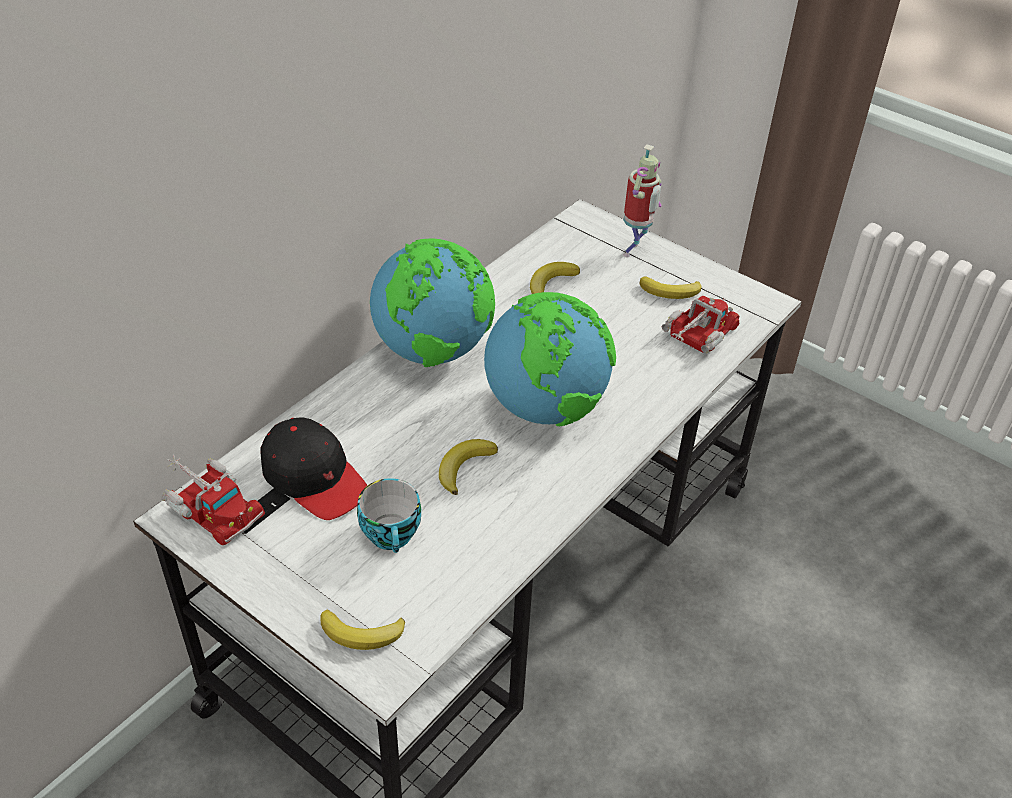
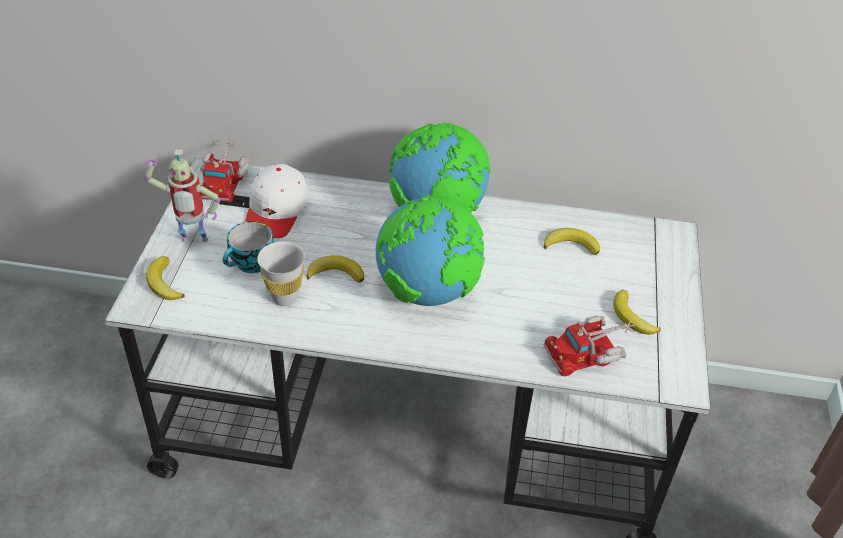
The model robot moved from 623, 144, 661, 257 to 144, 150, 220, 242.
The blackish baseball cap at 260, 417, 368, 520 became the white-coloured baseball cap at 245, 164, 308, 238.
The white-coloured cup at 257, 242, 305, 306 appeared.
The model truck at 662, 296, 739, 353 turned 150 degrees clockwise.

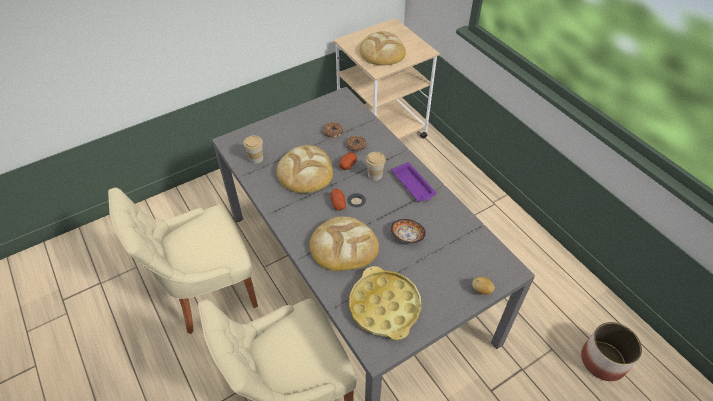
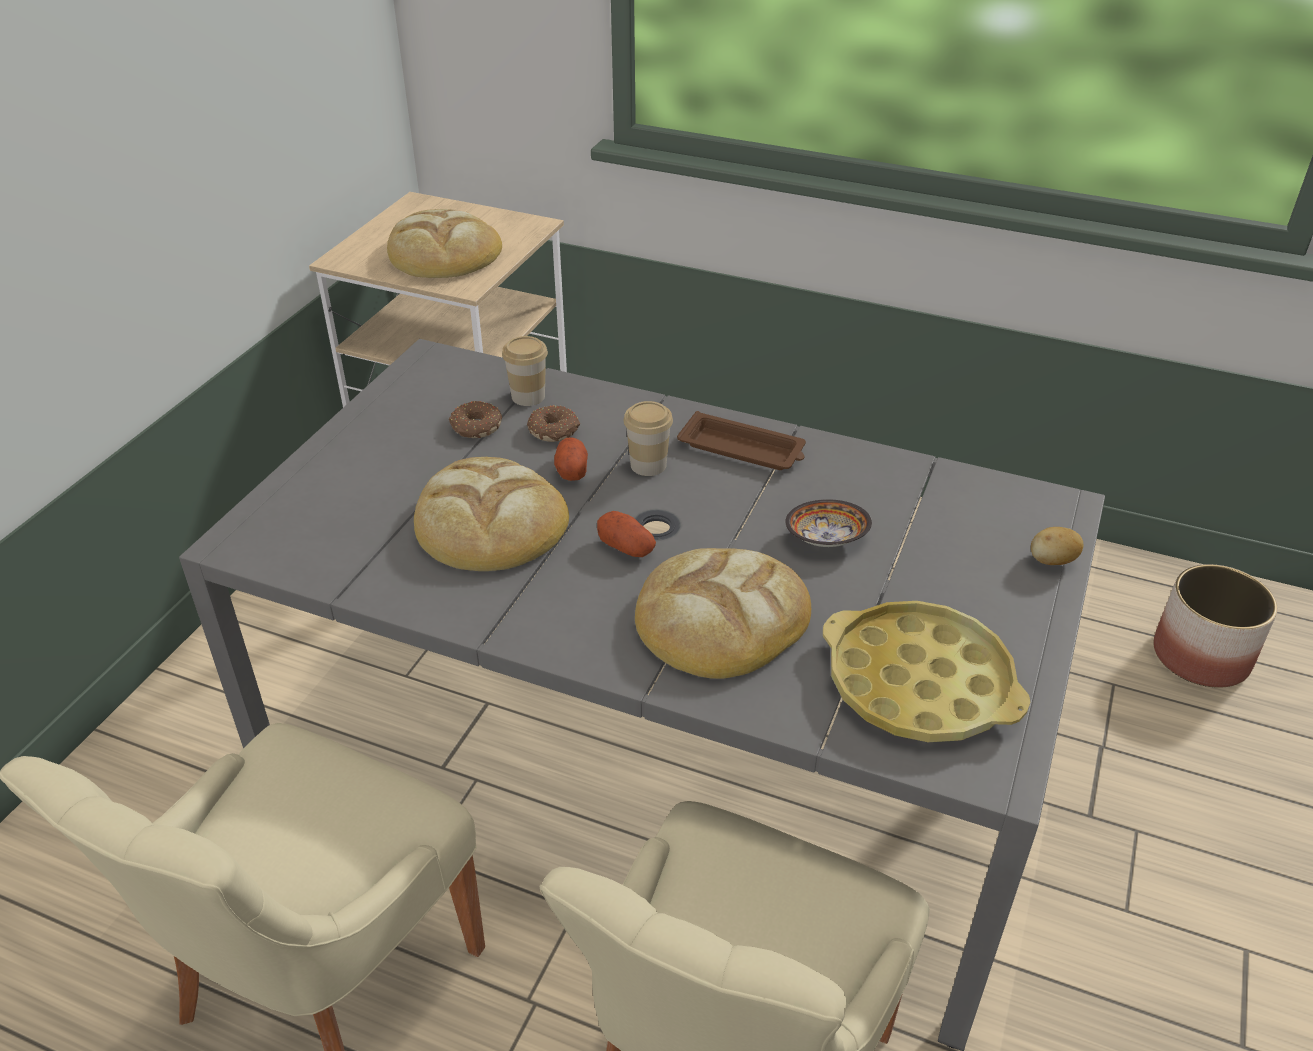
The cup moved from 243, 135, 263, 164 to 502, 336, 548, 406.
The purple serving tray at 392, 162, 436, 202 became the brown-coloured serving tray at 677, 411, 806, 470.

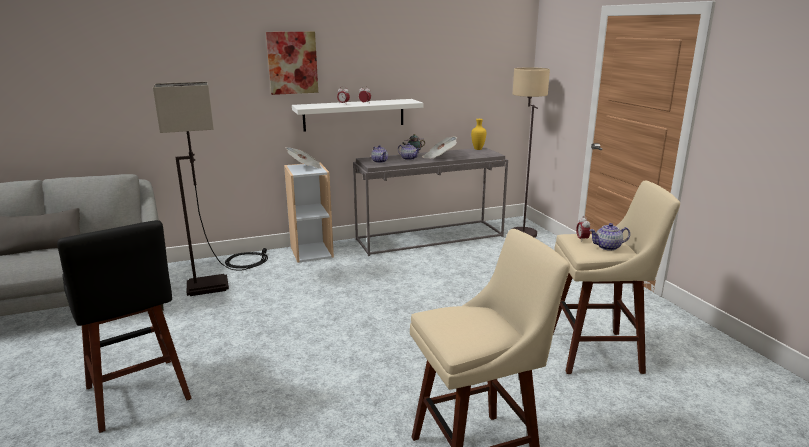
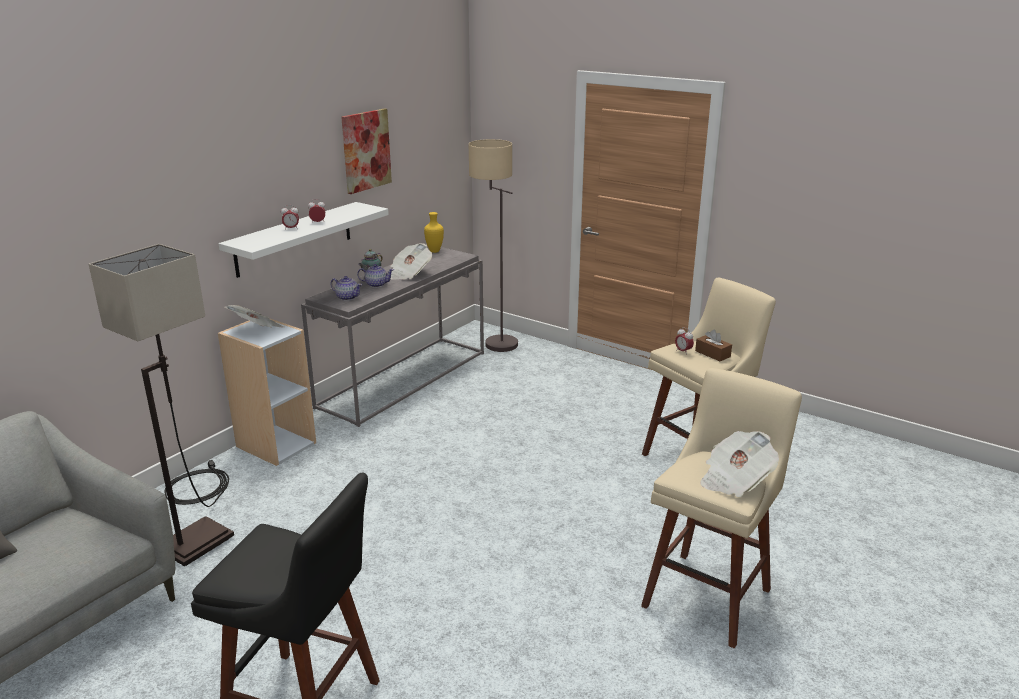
The wall art moved from 266, 32, 318, 95 to 341, 108, 392, 194.
The pot for tea at 589, 223, 630, 251 was replaced by the brown-coloured tissue holder at 695, 329, 732, 361.
The newspaper at 700, 431, 779, 497 appeared.

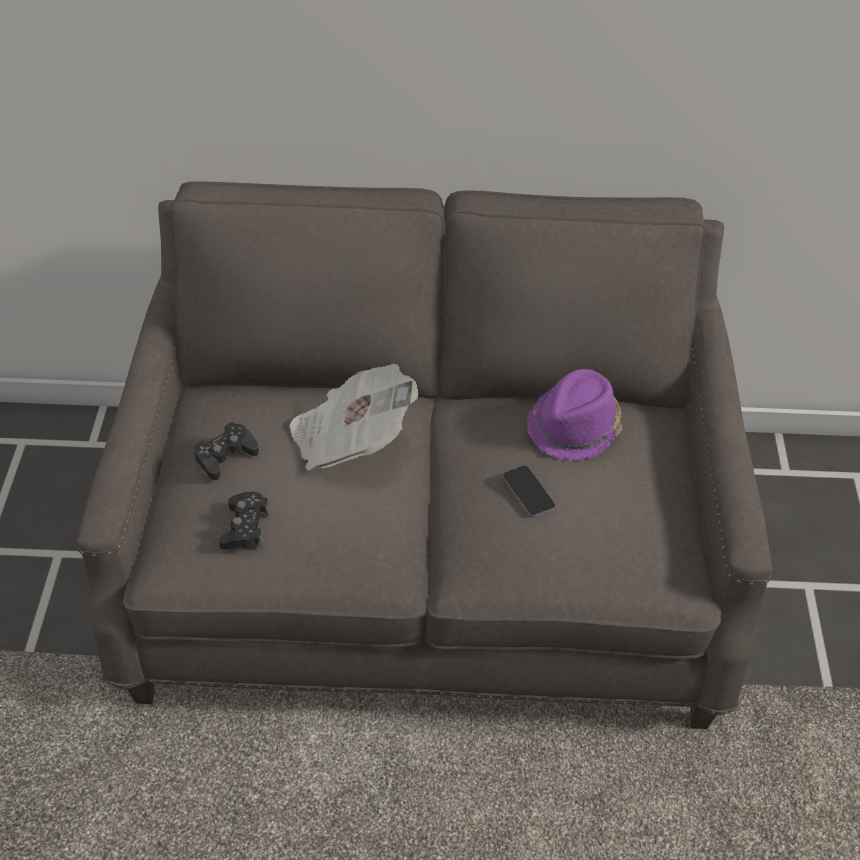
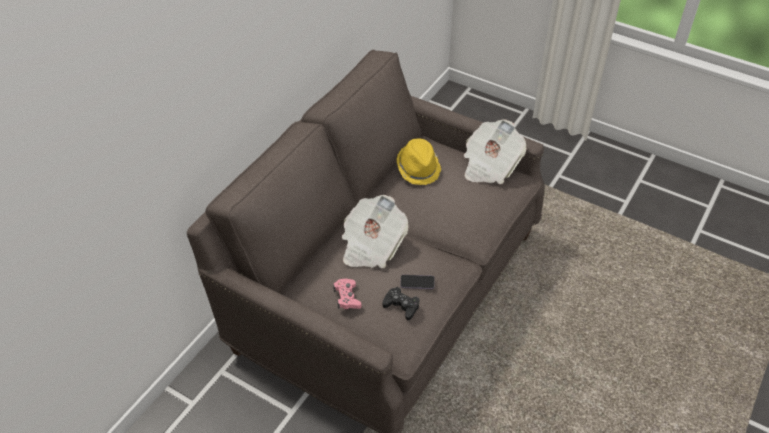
The blackish gamepad at 193, 422, 259, 480 became the pink-coloured gamepad at 333, 279, 361, 309.
The purple wearable hat at 527, 369, 623, 462 became the yellow-coloured wearable hat at 397, 138, 441, 185.
The phone moved from 502, 465, 556, 517 to 400, 275, 435, 289.
The newspaper at 464, 119, 527, 184 appeared.

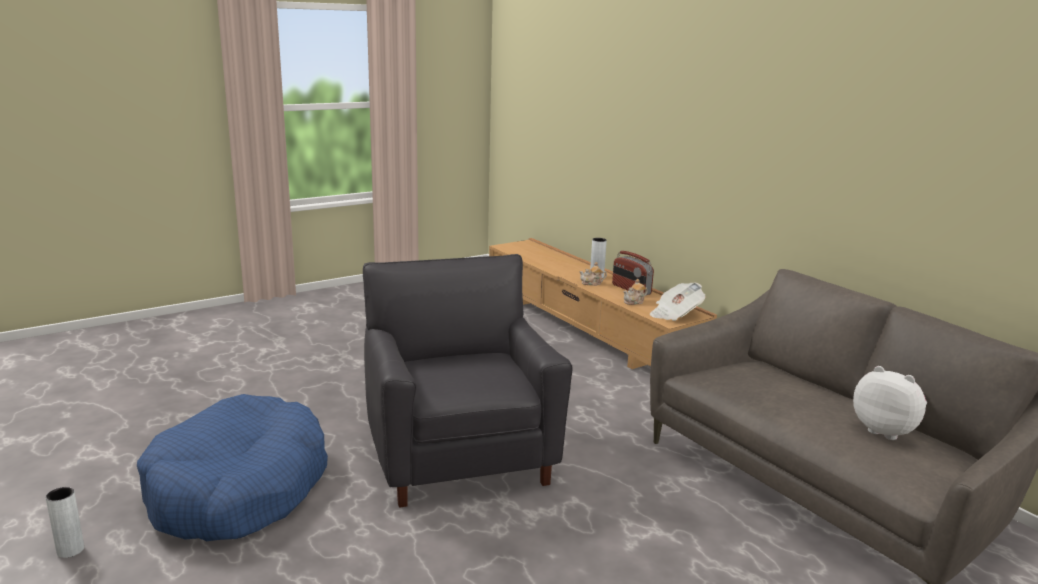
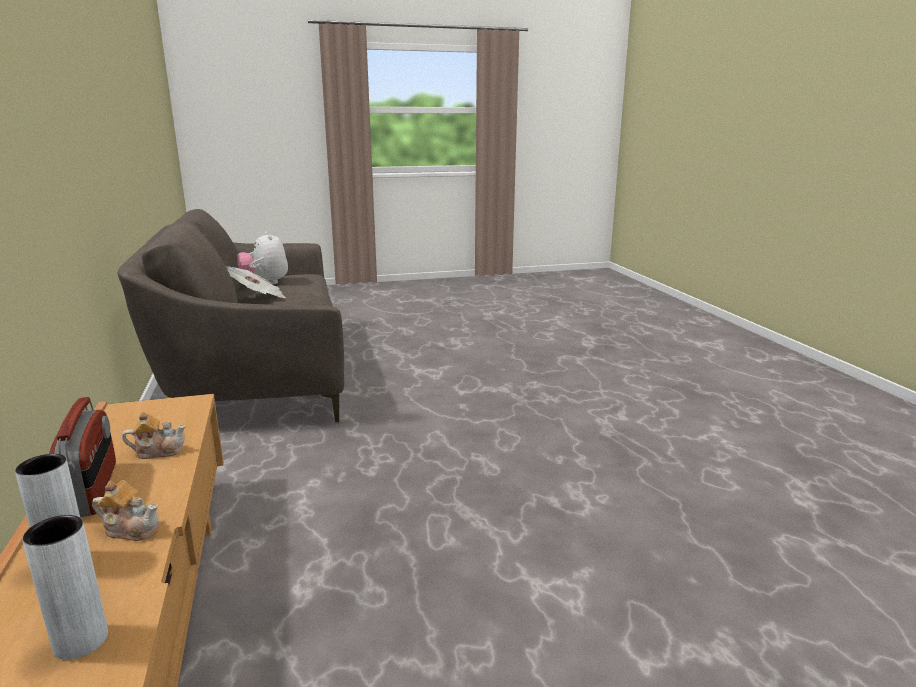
The greyish flower vase moved from 46, 487, 84, 558 to 22, 515, 108, 660.
The newspaper moved from 650, 283, 705, 321 to 226, 266, 286, 298.
The blue-coloured pet bed at 137, 394, 328, 541 disappeared.
The blackish lounge chair at 363, 254, 572, 508 disappeared.

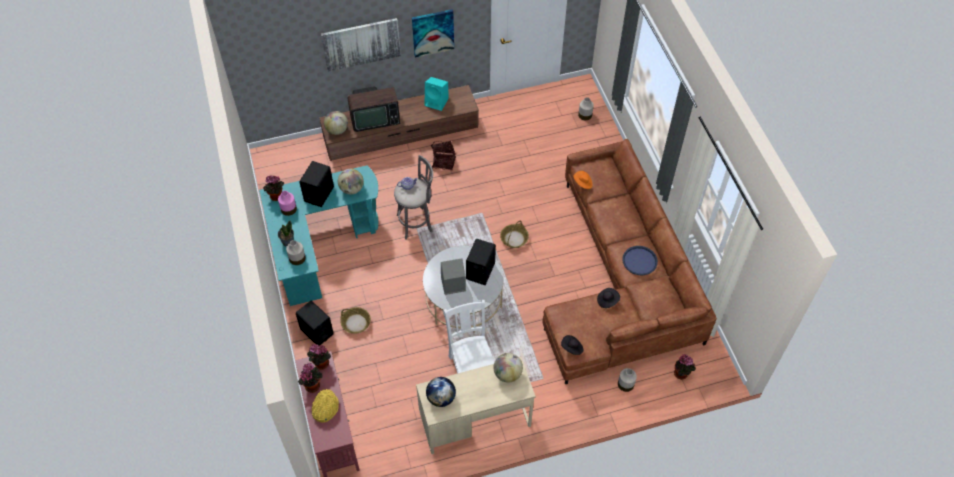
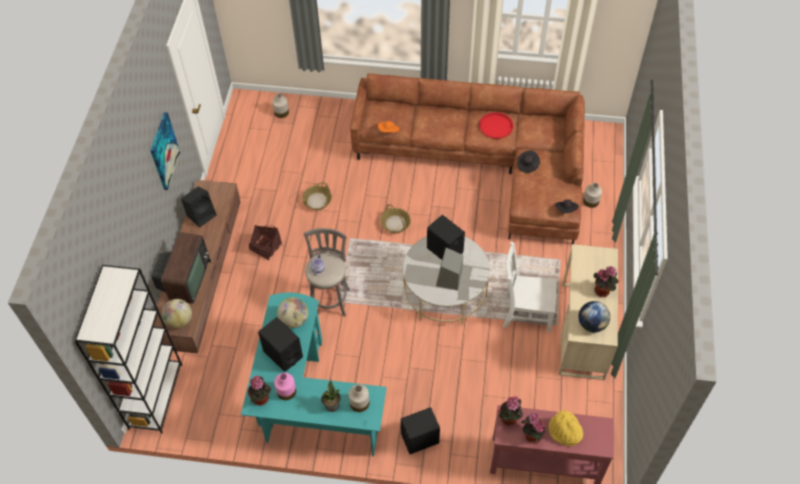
The white-coloured bookshelf at 74, 265, 182, 434 appeared.
The turquoise-coloured audio speaker at 425, 77, 449, 111 became the blackish audio speaker at 181, 186, 217, 228.
The household basket moved from 340, 307, 371, 334 to 302, 182, 332, 210.
The blue-coloured serving tray at 622, 246, 658, 275 became the reddish serving tray at 479, 112, 514, 139.
The potted plant moved from 674, 354, 696, 380 to 593, 266, 619, 297.
The wall art at 321, 18, 401, 72 disappeared.
The desk globe at 493, 353, 523, 382 disappeared.

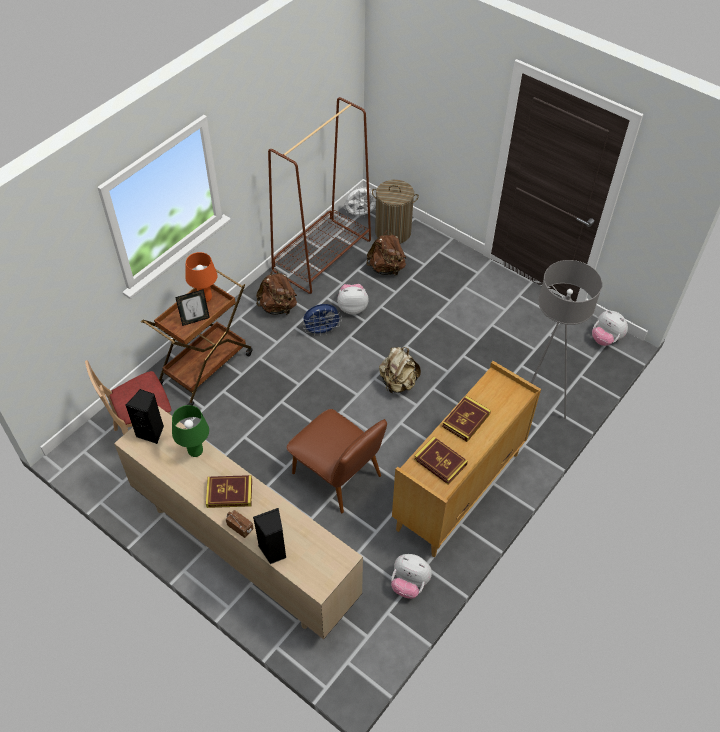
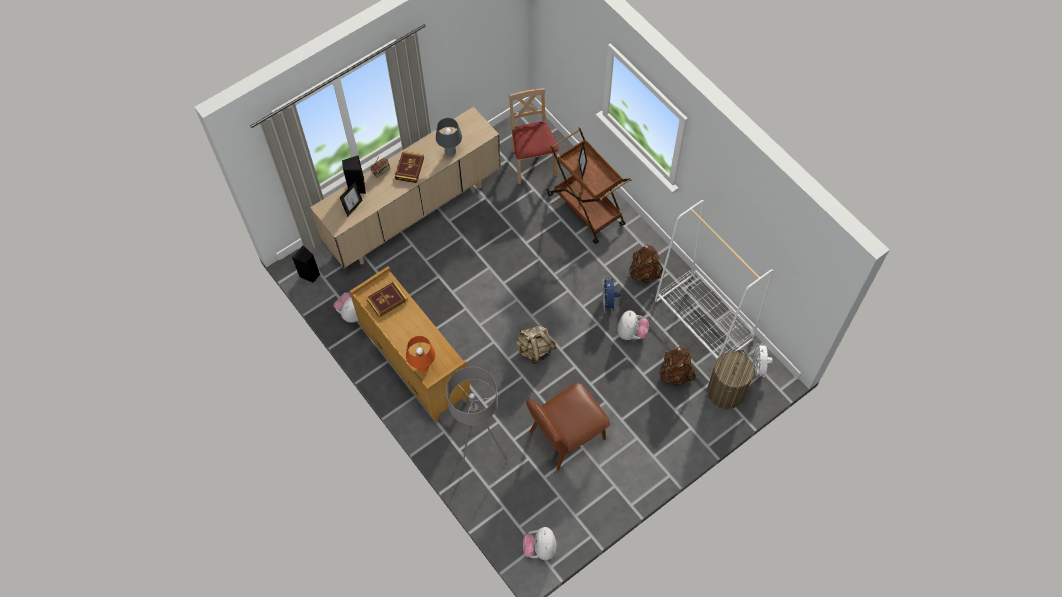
The blackish audio speaker moved from 126, 389, 164, 444 to 292, 245, 320, 283.
The picture frame at 340, 182, 363, 217 appeared.
The orange-coloured tabletop lamp moved from 185, 252, 218, 302 to 406, 336, 435, 372.
The green tabletop lamp at 172, 405, 209, 457 became the greyish tabletop lamp at 436, 118, 462, 156.
The cuddly toy at 592, 310, 628, 346 turned 60 degrees counterclockwise.
The brown-coloured plain chair moved from 287, 409, 387, 513 to 526, 382, 610, 470.
The brown-coloured clothes rack at 268, 97, 371, 294 became the white-coloured clothes rack at 655, 200, 773, 359.
The bound book at 442, 396, 491, 442 disappeared.

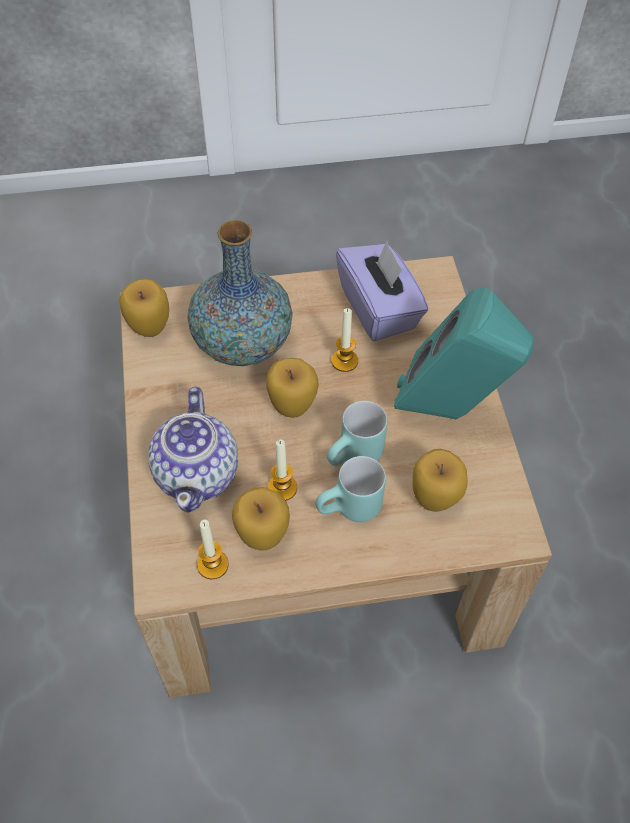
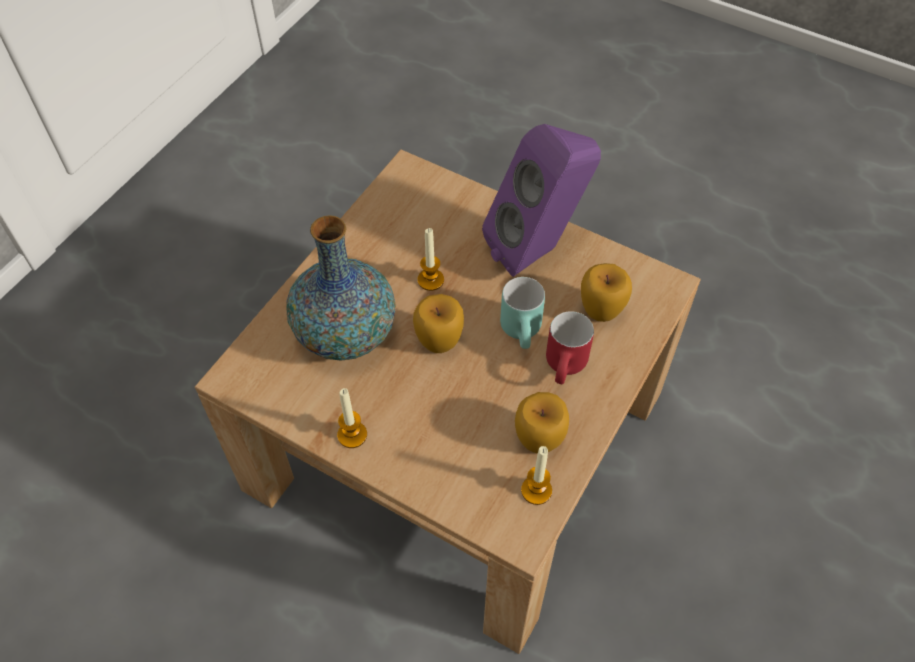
The wax light moved from 268, 440, 297, 501 to 337, 388, 367, 448.
The turquoise-coloured audio speaker at 394, 288, 534, 419 became the purple audio speaker at 482, 124, 601, 277.
The turquoise-coloured coffee mug at 315, 456, 386, 522 became the reddish coffee mug at 546, 311, 594, 384.
The apple at 119, 279, 169, 337 disappeared.
The pot for tea at 148, 387, 238, 513 disappeared.
The purple tissue holder at 336, 241, 429, 342 disappeared.

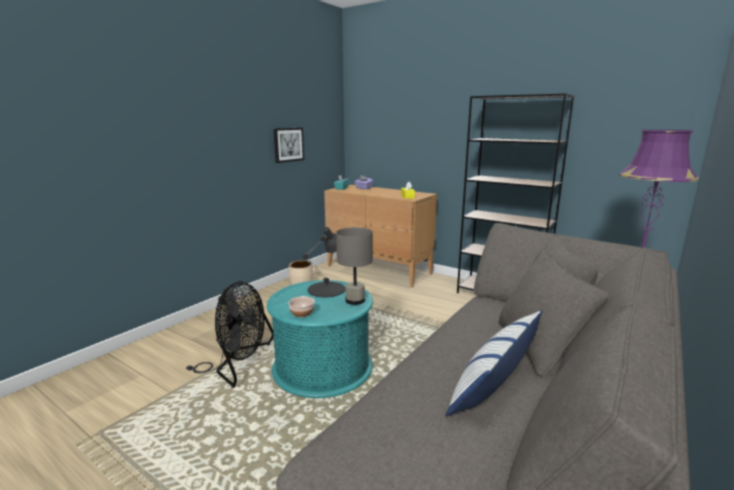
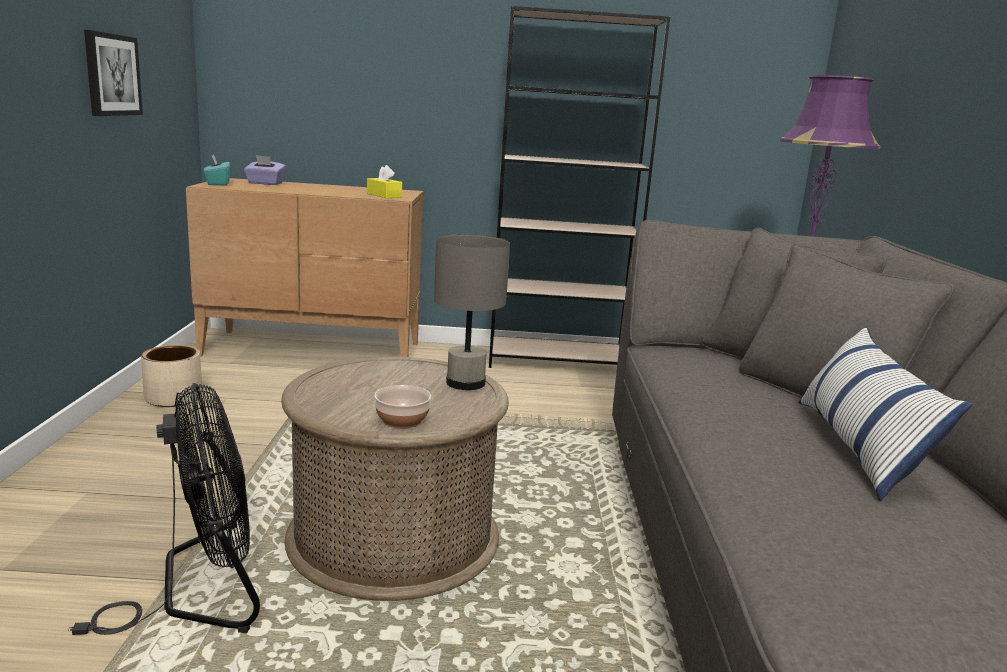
The turquoise-coloured low table at 267, 280, 373, 398 became the brown-coloured low table at 281, 357, 509, 601.
The blackish tabletop lamp at 302, 227, 345, 297 disappeared.

